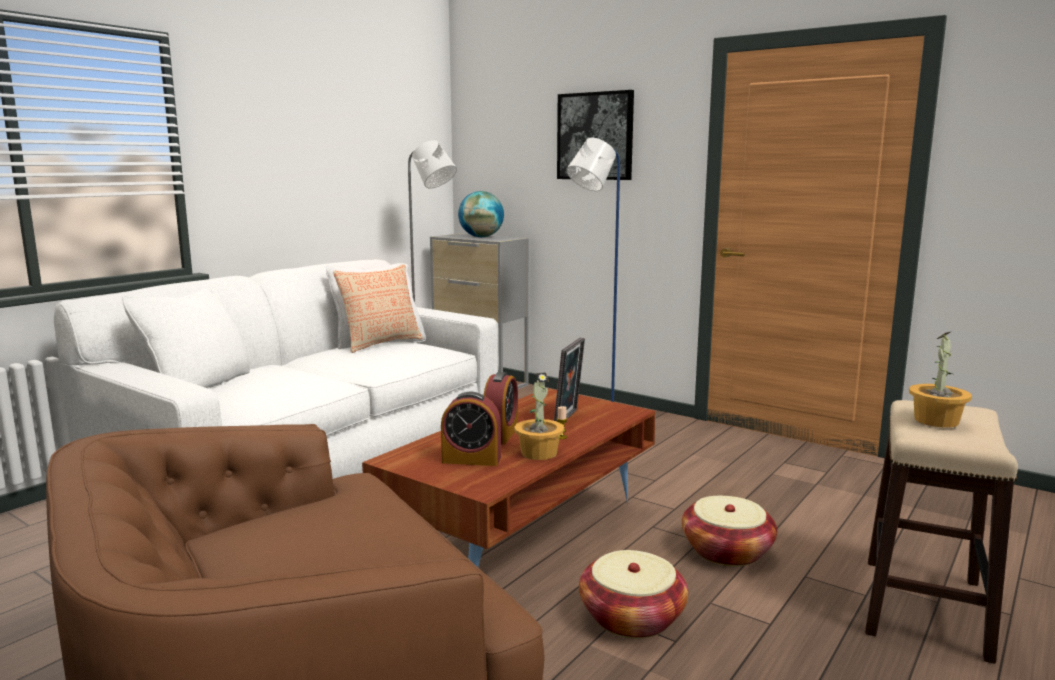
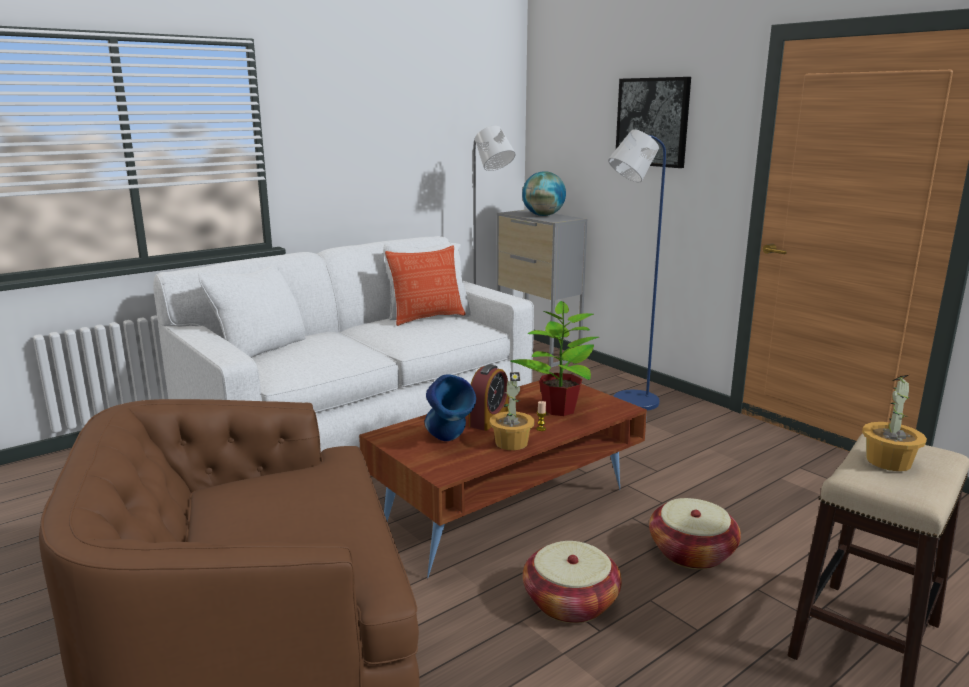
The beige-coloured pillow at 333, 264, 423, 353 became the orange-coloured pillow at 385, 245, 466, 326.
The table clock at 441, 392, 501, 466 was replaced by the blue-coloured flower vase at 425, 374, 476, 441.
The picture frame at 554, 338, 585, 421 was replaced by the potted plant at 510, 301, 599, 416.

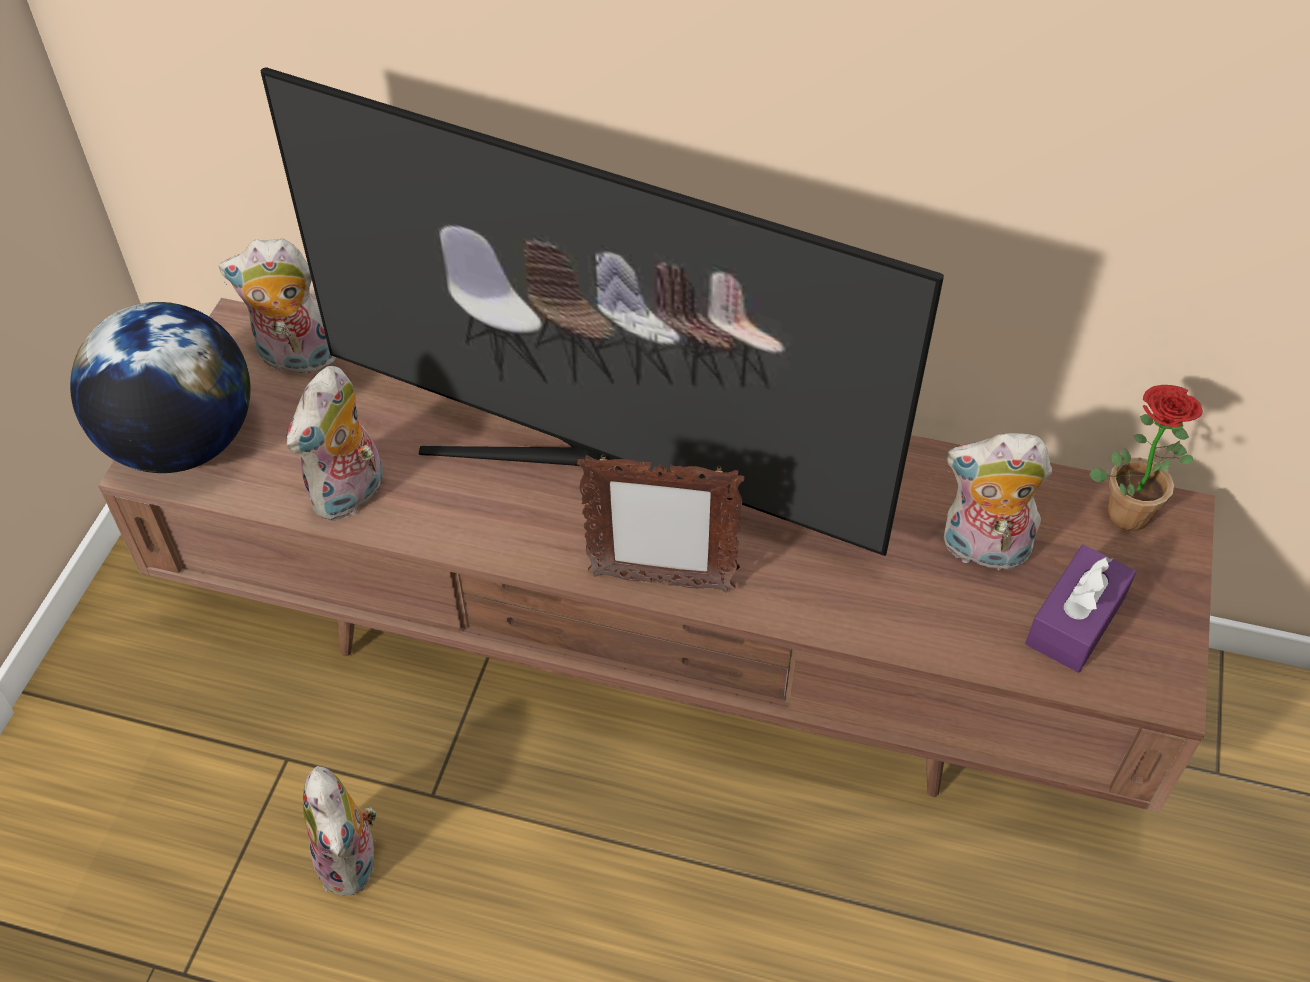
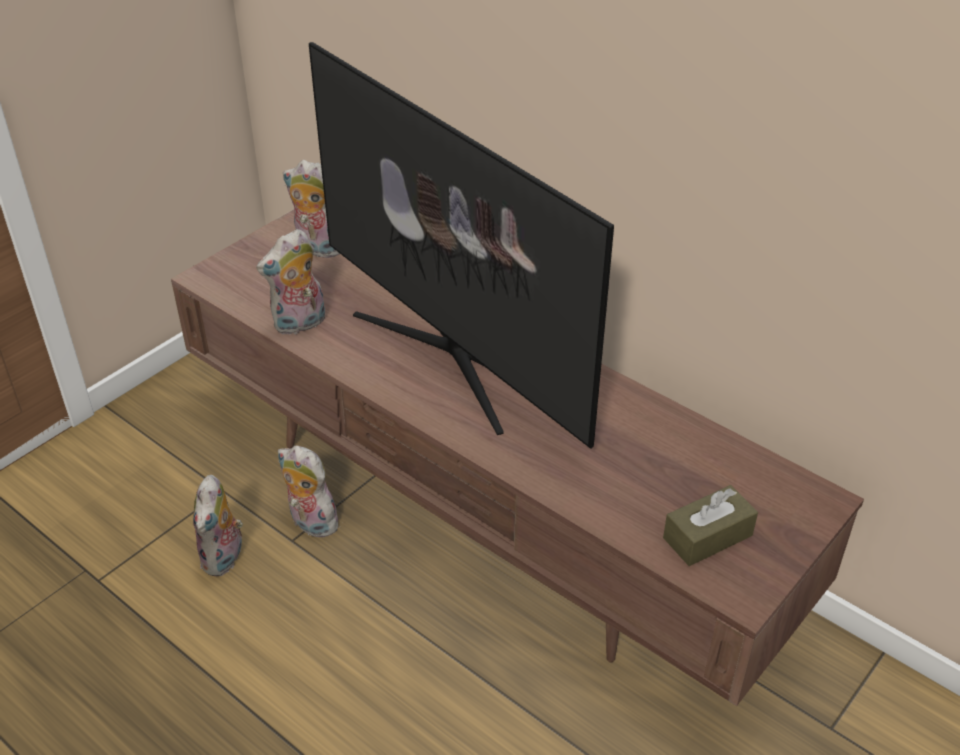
The cuddly toy moved from 944, 433, 1052, 576 to 278, 446, 338, 537.
The purple tissue holder at 1025, 544, 1136, 673 became the brown-coloured tissue holder at 663, 485, 758, 566.
The desk globe at 70, 302, 251, 473 disappeared.
The picture frame at 577, 454, 744, 592 disappeared.
The potted plant at 1089, 385, 1203, 531 disappeared.

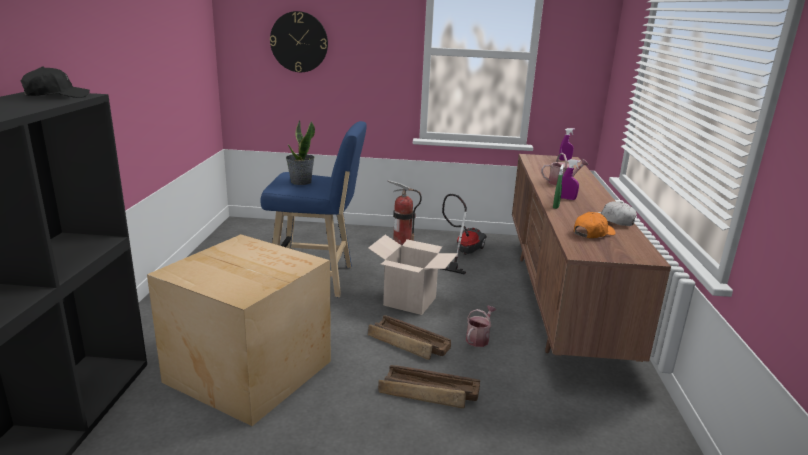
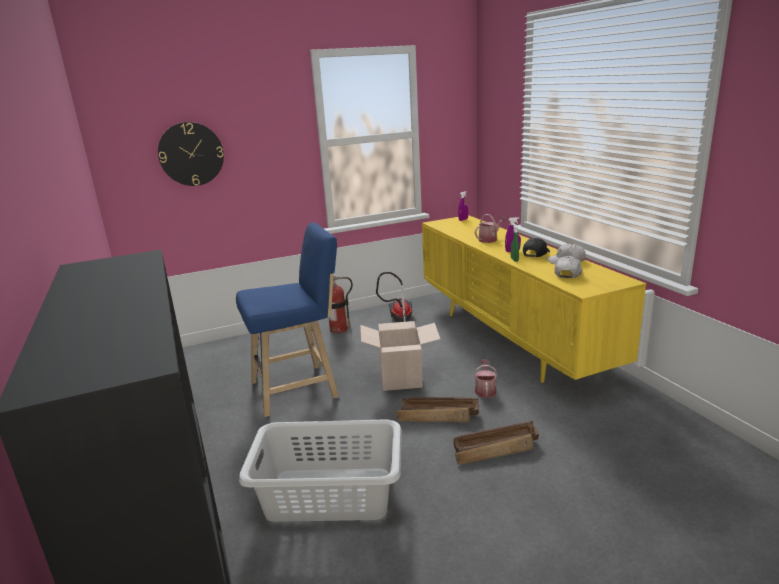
The packing box at 147, 234, 331, 426 was replaced by the greyish hamper at 239, 419, 402, 522.
The brown-coloured cabinet at 512, 154, 671, 362 became the yellow-coloured cabinet at 422, 215, 646, 383.
The blackish baseball cap moved from 21, 66, 90, 98 to 523, 238, 550, 257.
The orange-coloured baseball cap at 574, 212, 616, 238 became the white-coloured baseball cap at 555, 256, 583, 278.
The potted plant at 286, 120, 315, 185 disappeared.

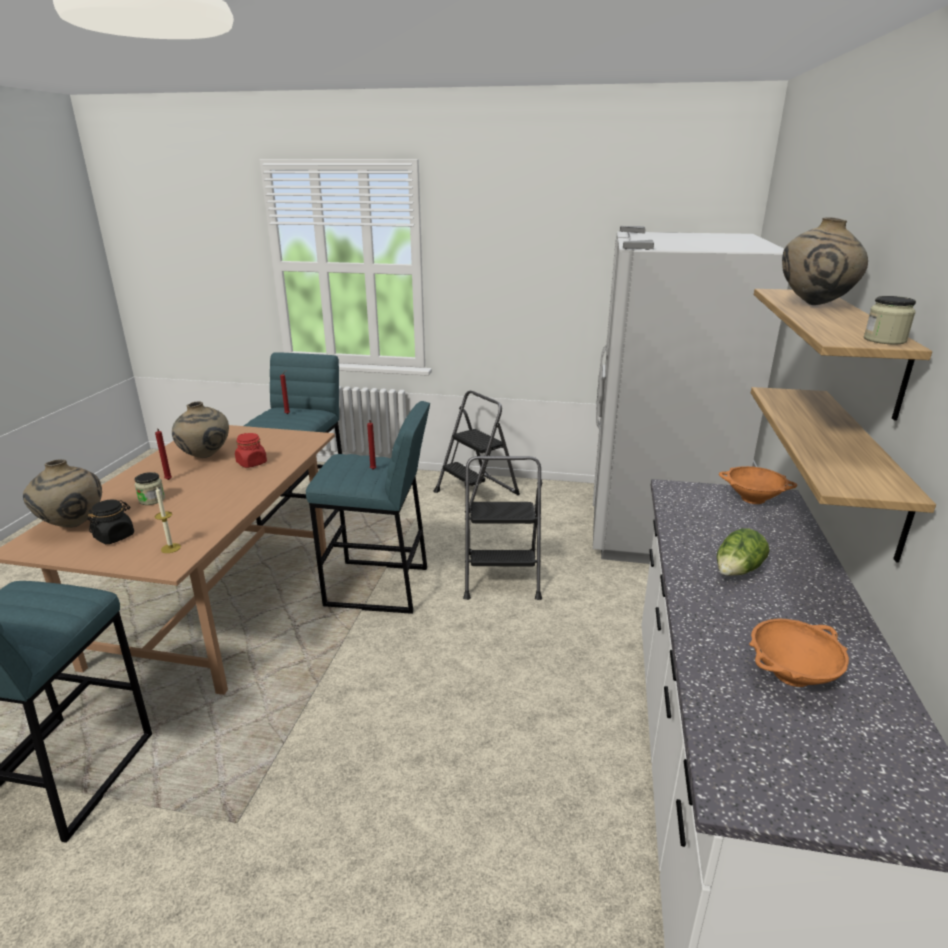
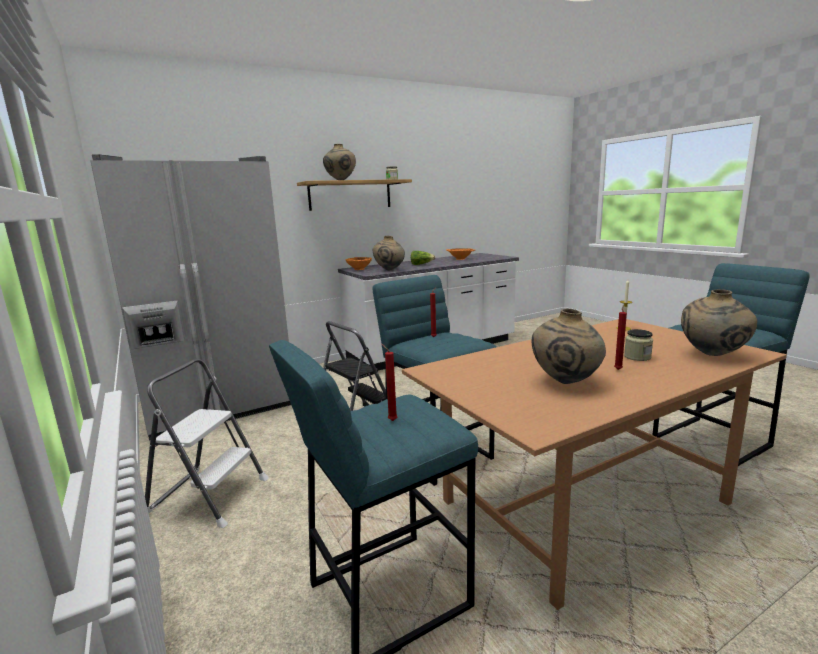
The blackish stepladder at 433, 391, 520, 513 became the white-coloured stepladder at 145, 359, 269, 528.
The beige-coloured flower vase at 373, 236, 405, 271 appeared.
The blackish storage jar at 87, 500, 134, 544 disappeared.
The reddish storage jar at 235, 433, 267, 468 disappeared.
The shelf at 751, 387, 936, 563 disappeared.

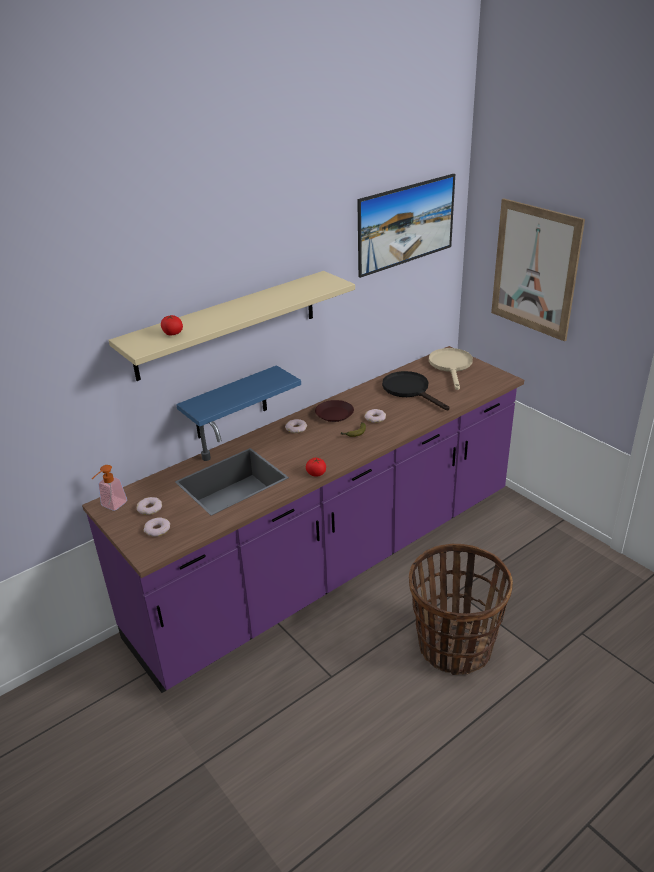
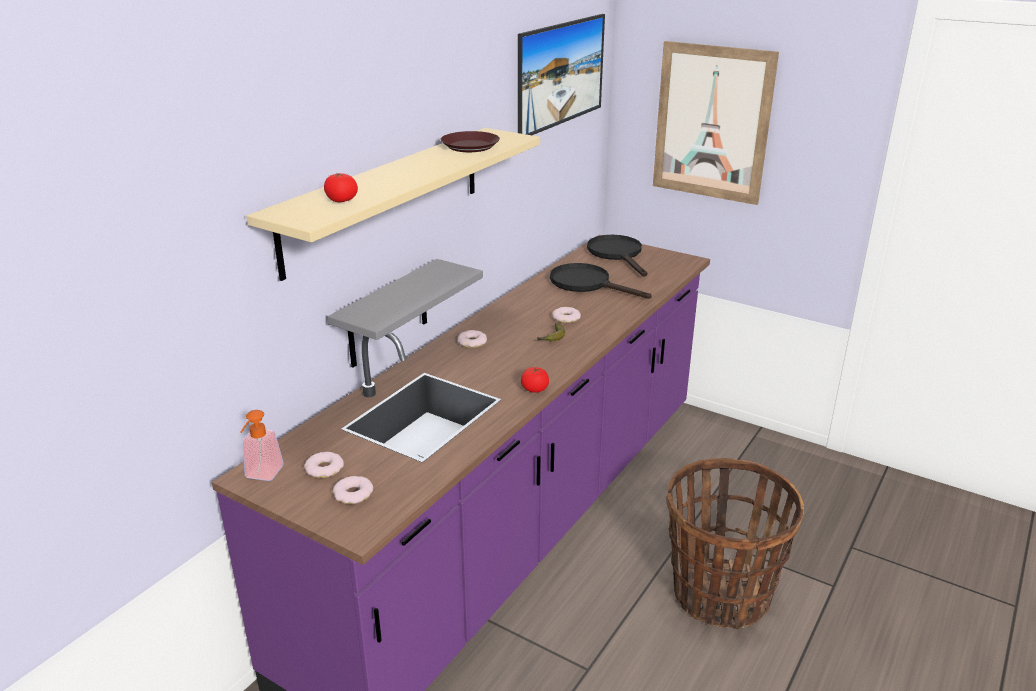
The blue-coloured shelf at 176, 365, 301, 438 became the greyish shelf at 327, 259, 483, 368.
The brown-coloured flat dish moved from 315, 400, 354, 422 to 440, 131, 500, 152.
The beige-coloured frying pan at 429, 348, 473, 390 became the blackish frying pan at 587, 235, 647, 276.

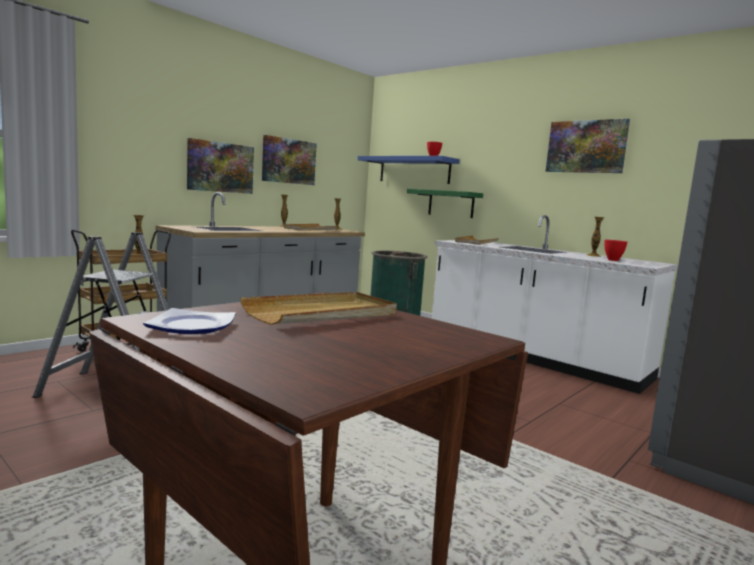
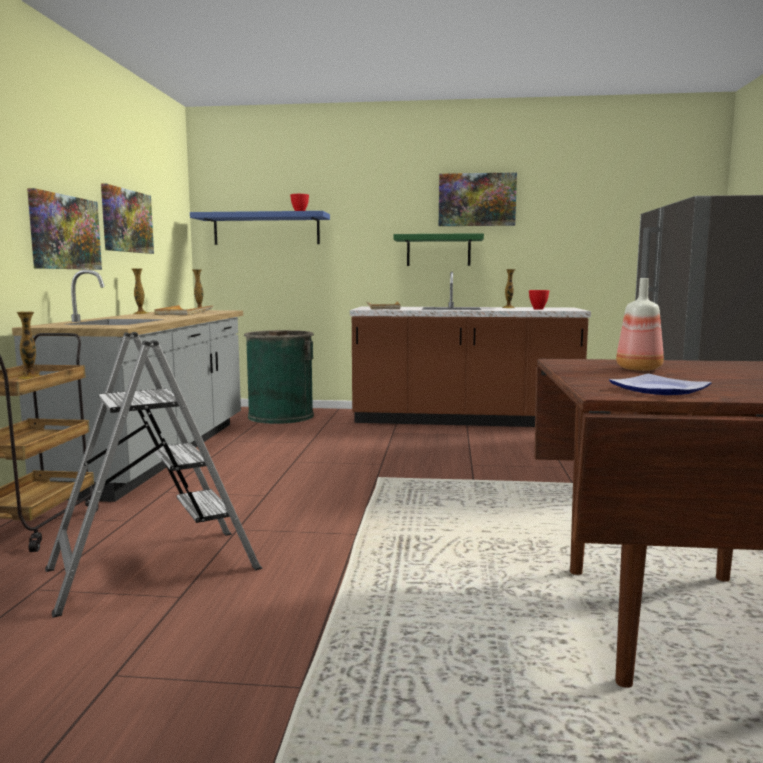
The white-coloured counter at 432, 215, 678, 394 became the brown-coloured counter at 350, 271, 591, 427.
The green shelf moved from 407, 189, 483, 218 to 394, 233, 484, 266.
The beige-coloured serving tray at 240, 292, 397, 325 was replaced by the drink bottle at 616, 278, 664, 371.

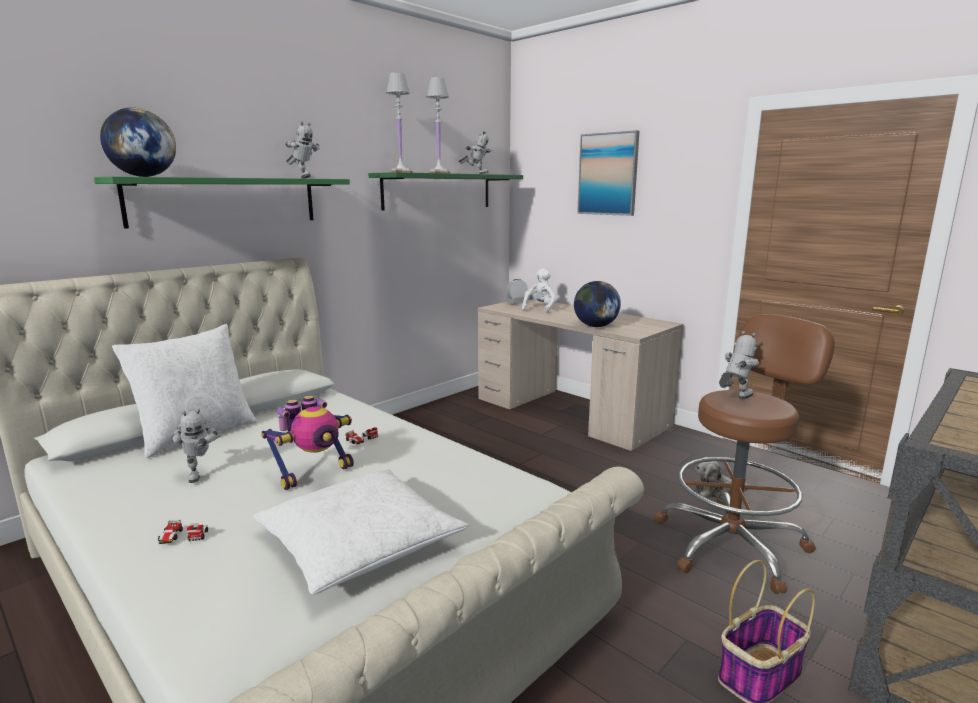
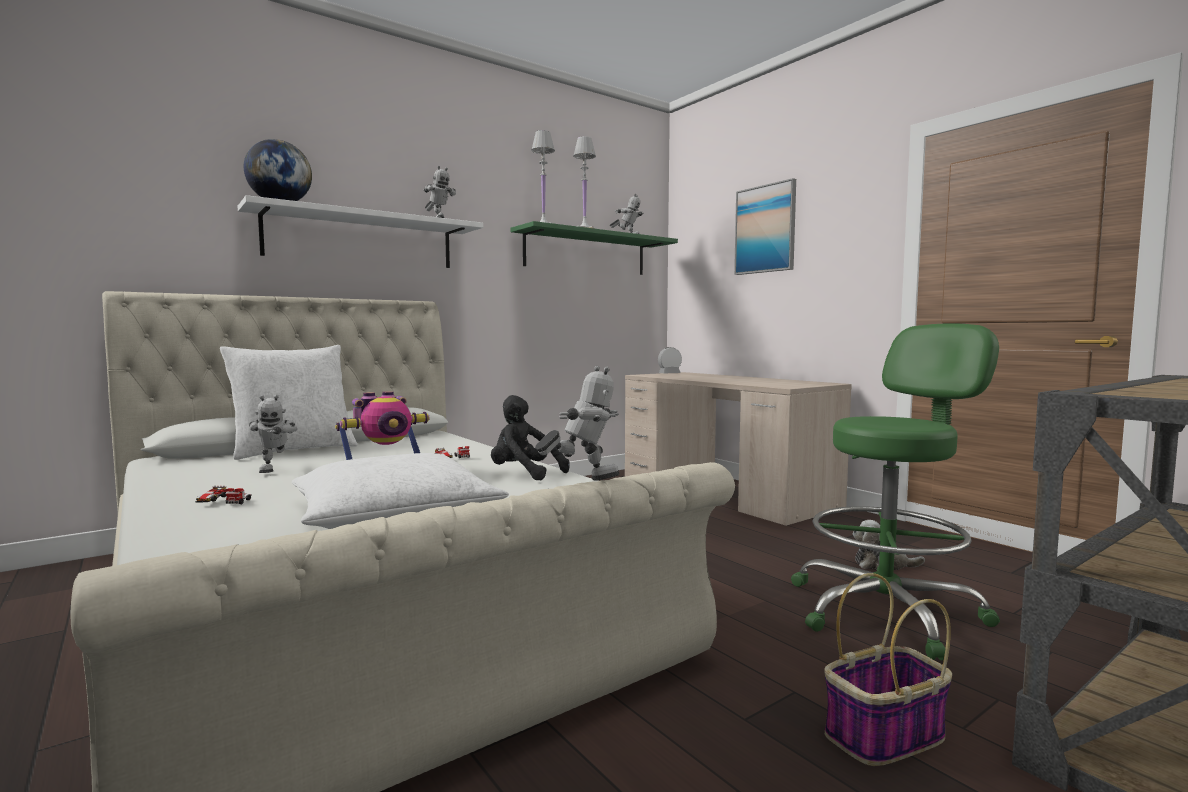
The green shelf at 94, 176, 350, 229 became the white-coloured shelf at 238, 195, 483, 268.
The blackish cuddly toy at 491, 395, 570, 480 appeared.
The model robot moved from 719, 331, 759, 399 to 535, 366, 620, 480.
The brown-coloured stool at 654, 314, 835, 594 became the green stool at 791, 323, 1000, 660.
The white-coloured cuddly toy at 522, 268, 555, 313 disappeared.
The desk globe at 574, 281, 621, 327 disappeared.

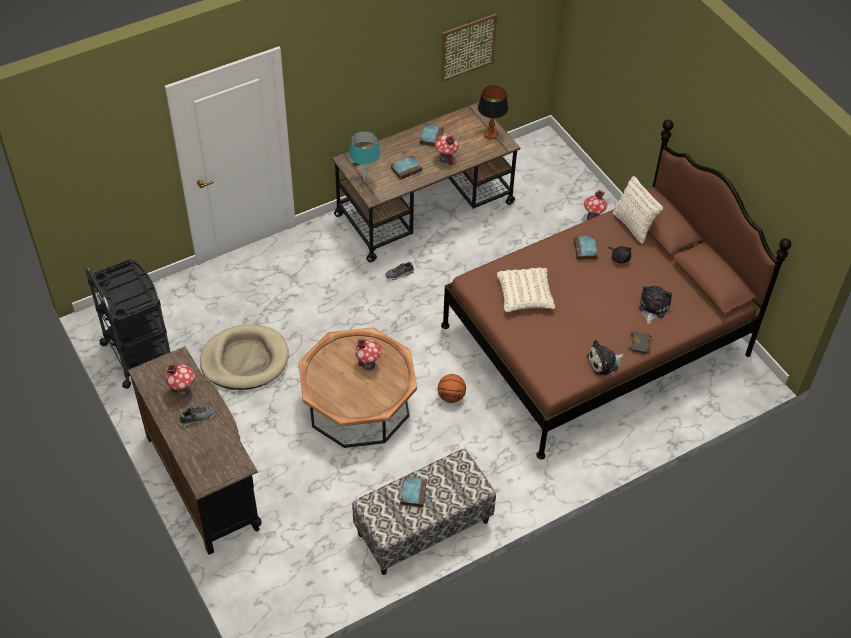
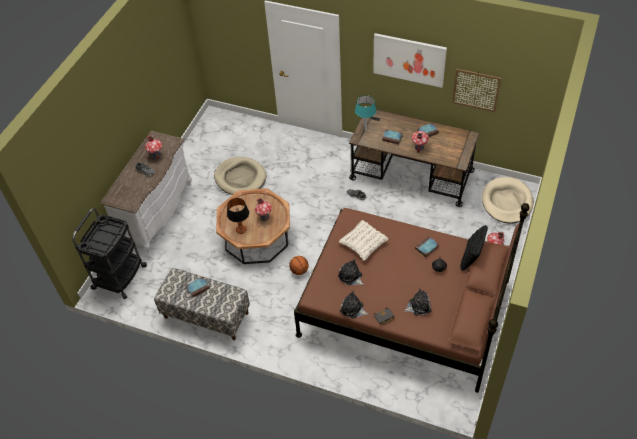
The blackish wheeled cart moved from 85, 259, 171, 389 to 72, 208, 147, 299.
The blackish dresser at 128, 346, 262, 555 became the white-coloured dresser at 101, 131, 192, 253.
The tabletop lamp moved from 478, 86, 508, 140 to 227, 198, 249, 234.
The cuddly toy at 338, 259, 364, 285 appeared.
The wall art at 373, 33, 447, 88 appeared.
The beige-coloured pillow at 613, 176, 663, 244 became the blackish pillow at 460, 225, 488, 270.
The beige-coloured pet bed at 482, 177, 533, 223 appeared.

